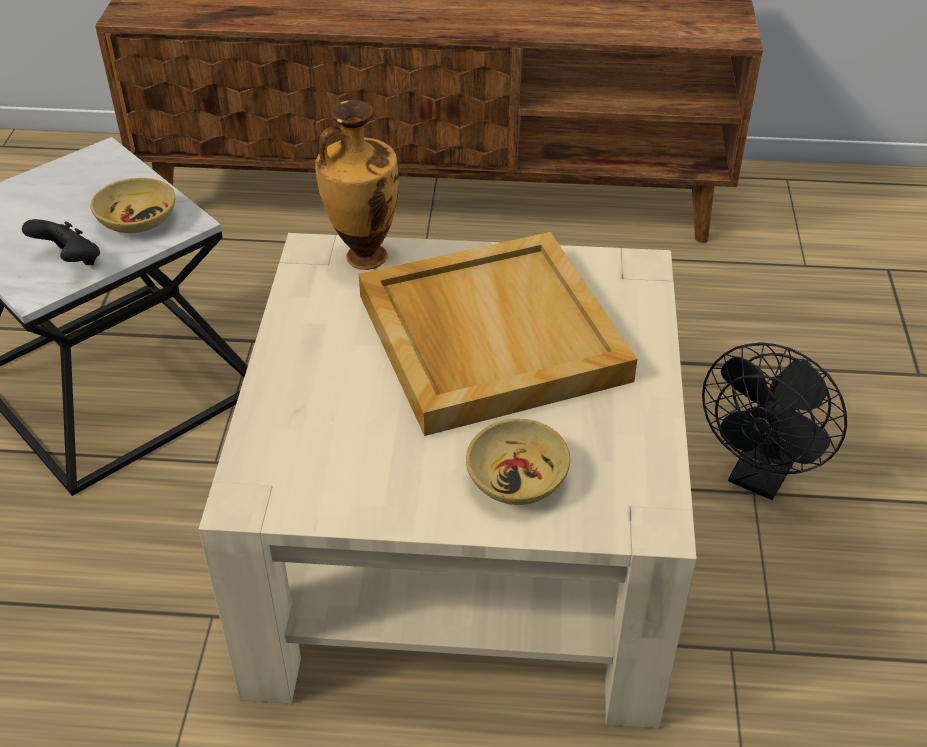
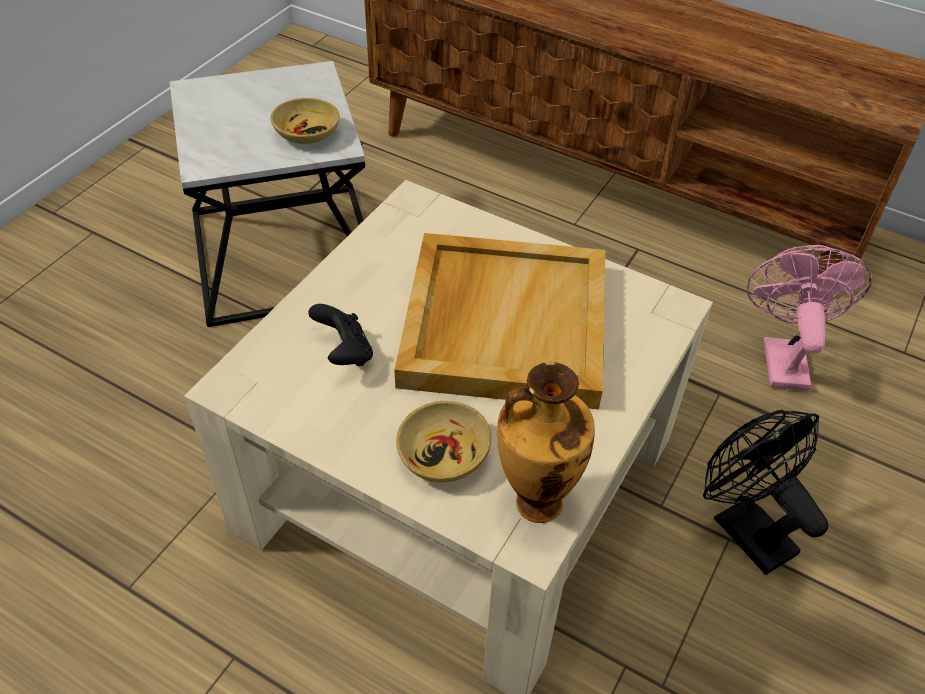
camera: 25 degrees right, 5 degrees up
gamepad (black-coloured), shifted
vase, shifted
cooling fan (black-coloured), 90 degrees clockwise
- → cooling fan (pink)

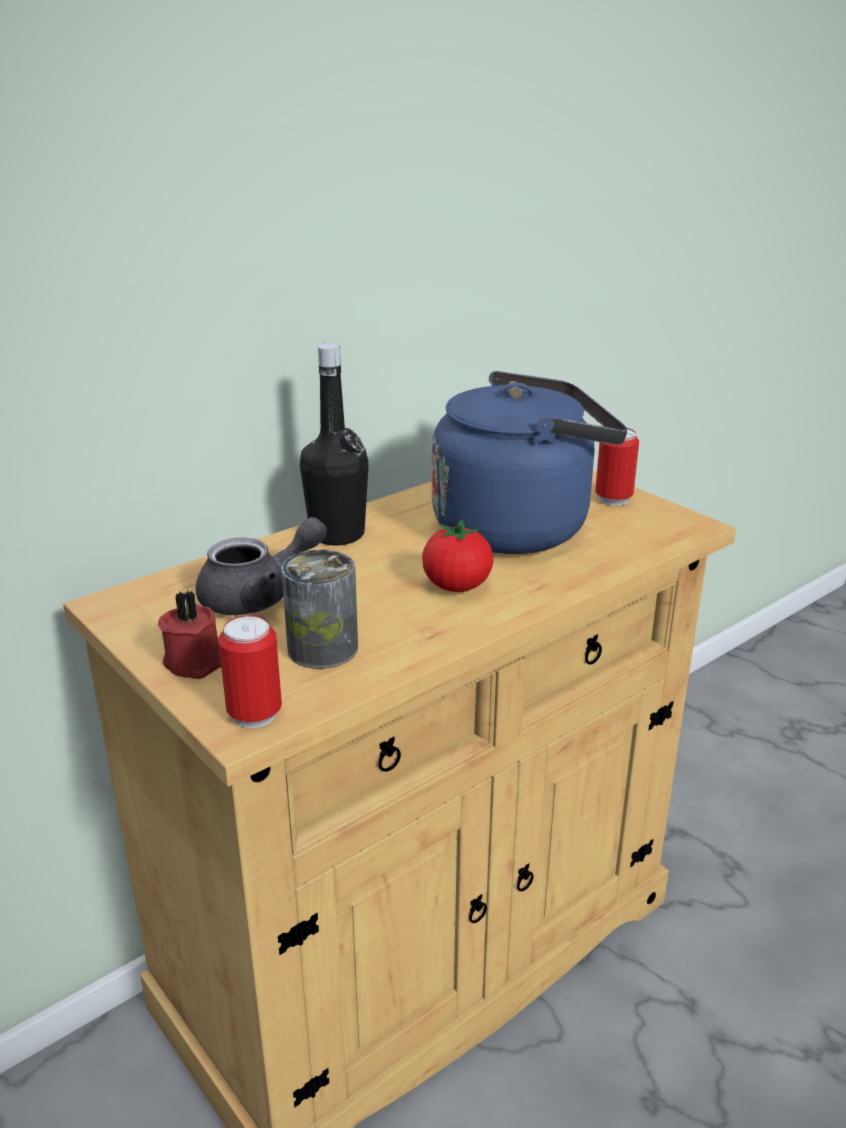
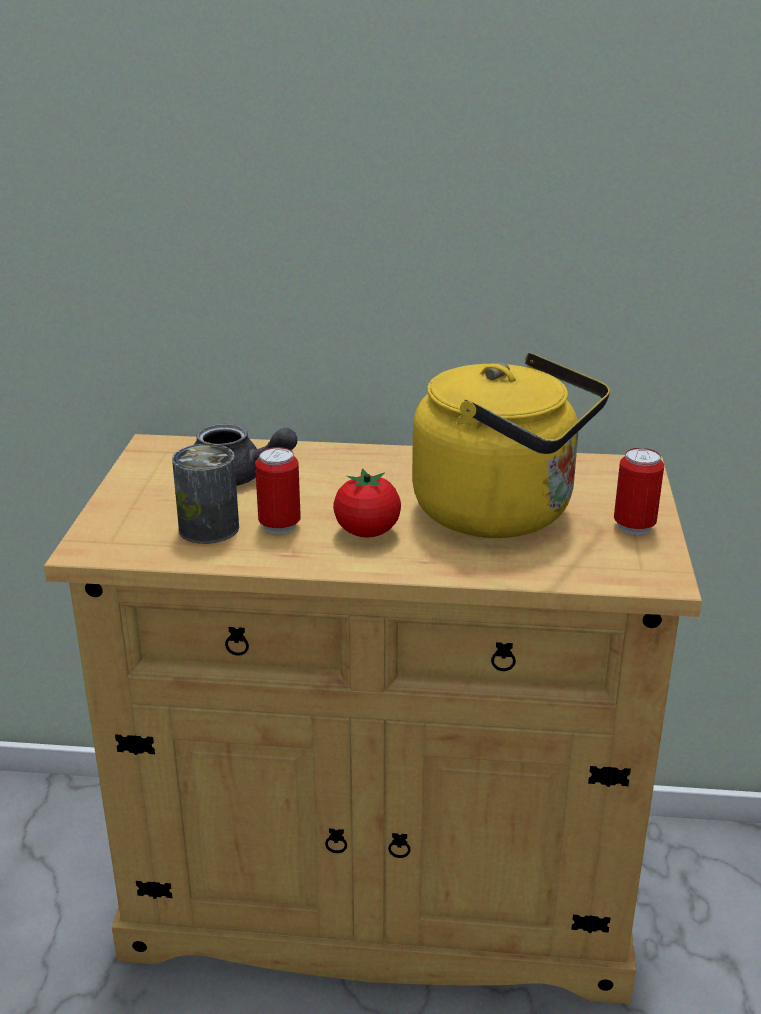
camera: 45 degrees right, 0 degrees up
can (no. 1 from left in the first image) → can (no. 2 from left), shifted
kettle (bluish) → kettle (yellow)
wax light (red) → -
beverage bottle (black-coloured) → -

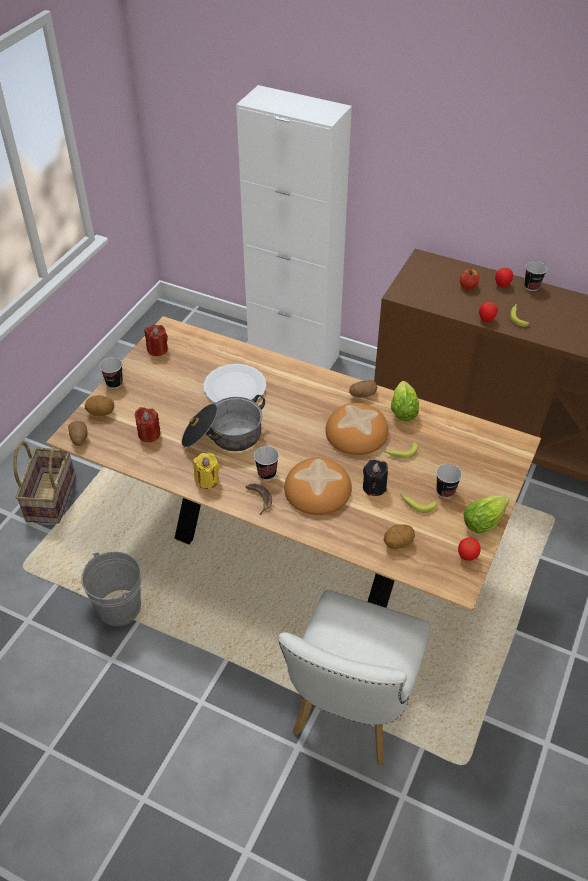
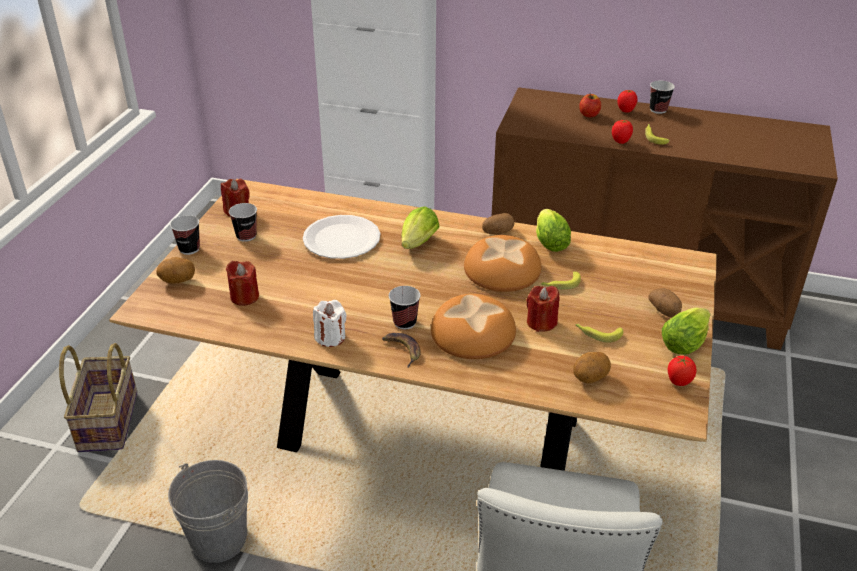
camera: 10 degrees left, 10 degrees down
small cup (no. 3 from left in the first image) → small cup (no. 2 from left), shifted
wax light (yellow) → wax light (white)
- → lettuce head (no. 1 from left)
wax light (black-coloured) → wax light (red) (no. 3 from left)
potato (no. 1 from left in the first image) → potato (no. 4 from left), shifted
saucepot → -

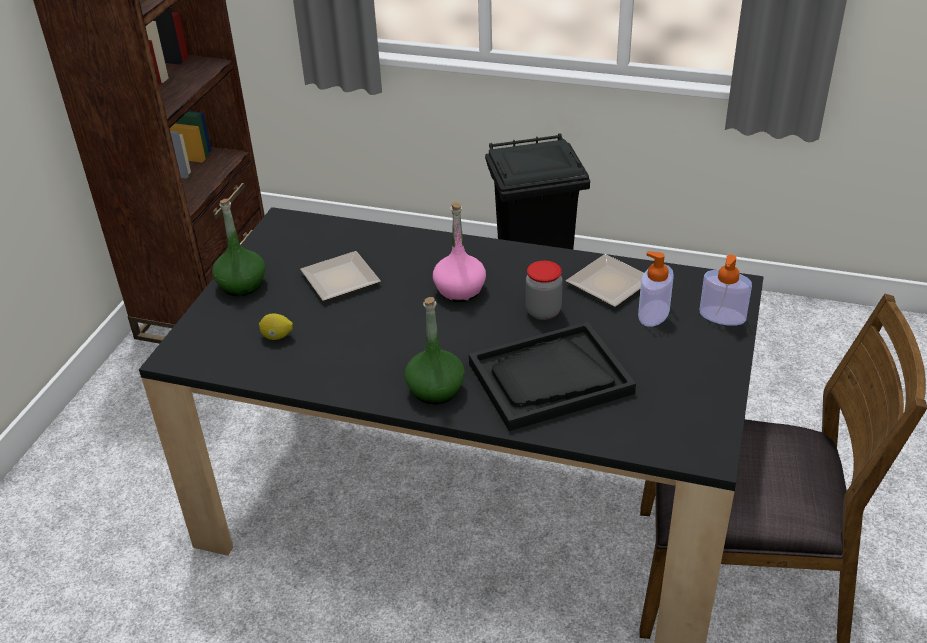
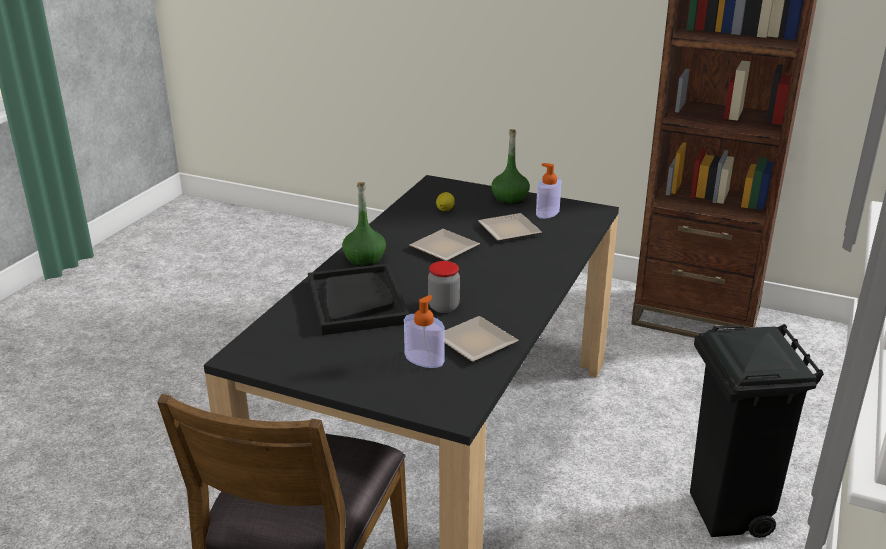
camera: 95 degrees right, 10 degrees down
- → plate (no. 1 from left)
liquid soap bottle (no. 2 from left), shifted
beverage bottle (pink) → -

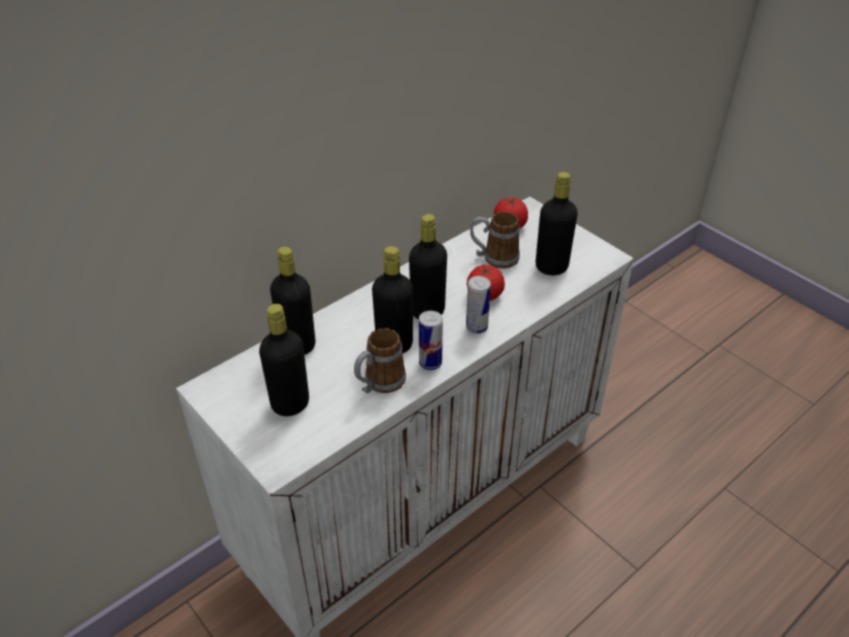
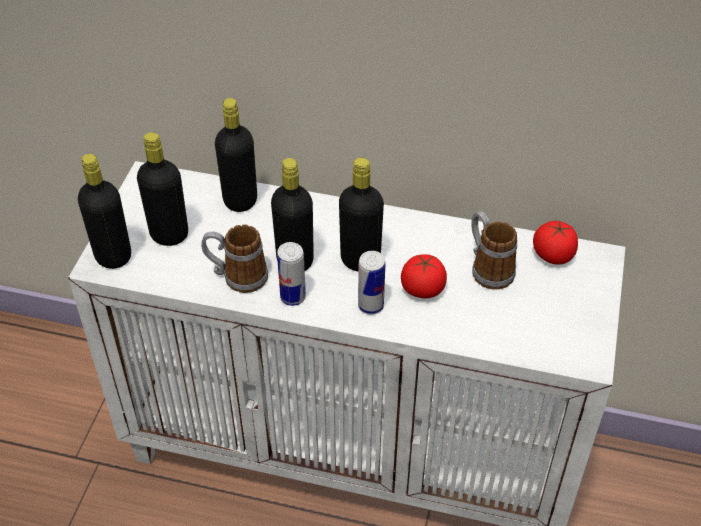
camera: 55 degrees right, 5 degrees up
beverage bottle (black-coloured) (no. 5 from left in the first image) → beverage bottle (black-coloured) (no. 1 from left), shifted

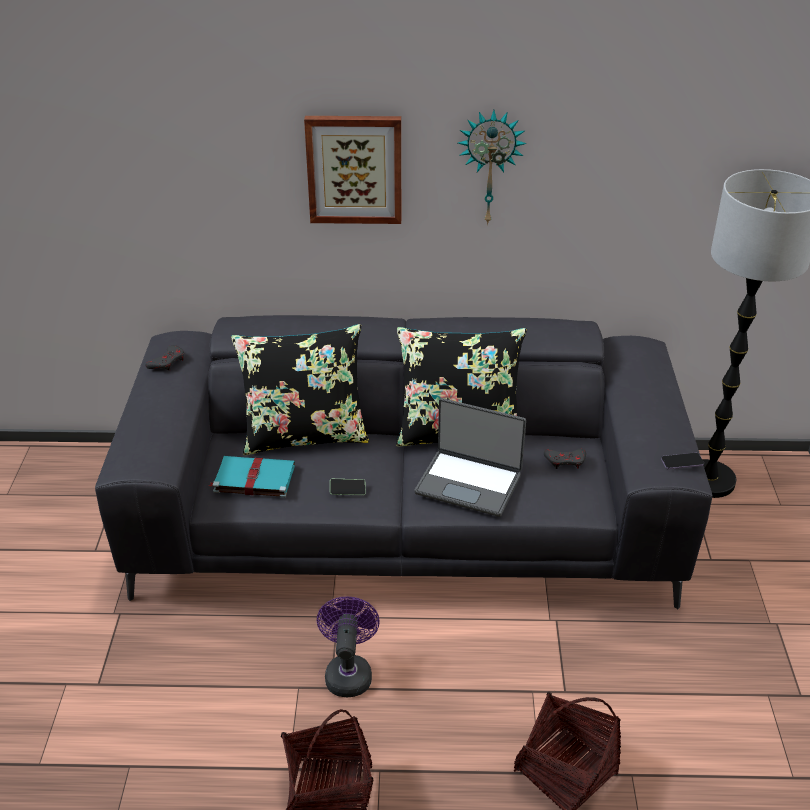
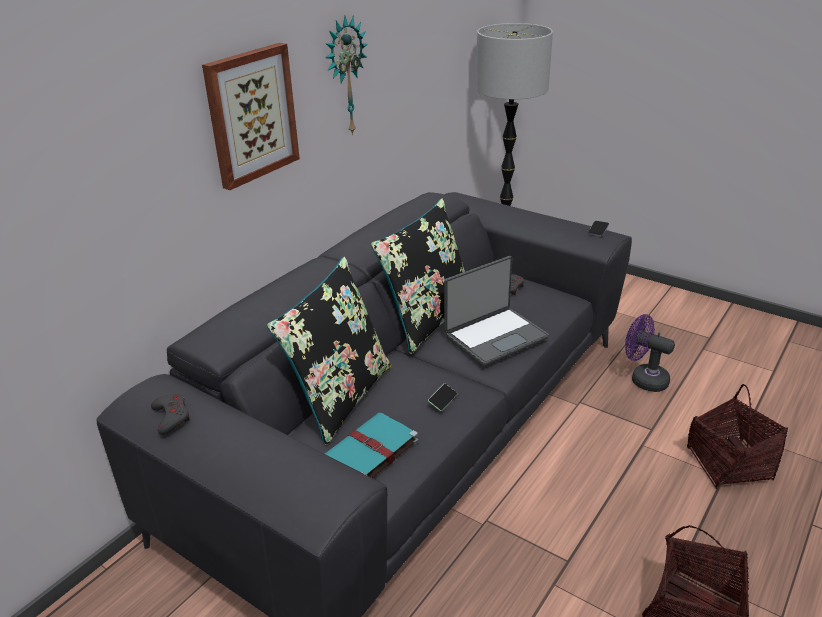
camera: 55 degrees left, 5 degrees down
cooling fan (purple), shifted

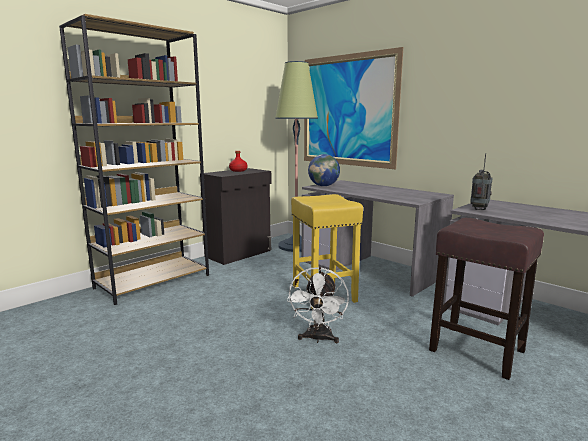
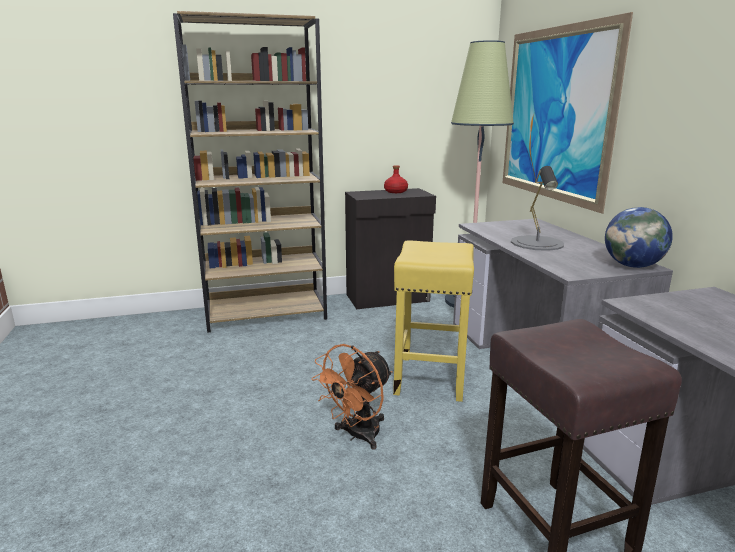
camera: 30 degrees right, 5 degrees up
cooling fan (white) → cooling fan (orange-coloured)
- → table lamp (gray)
world globe, shifted
radio set → -

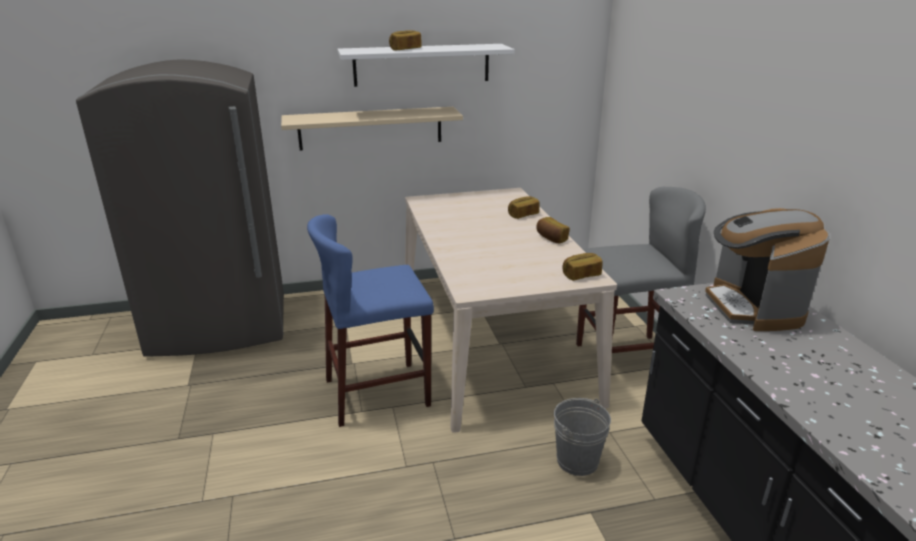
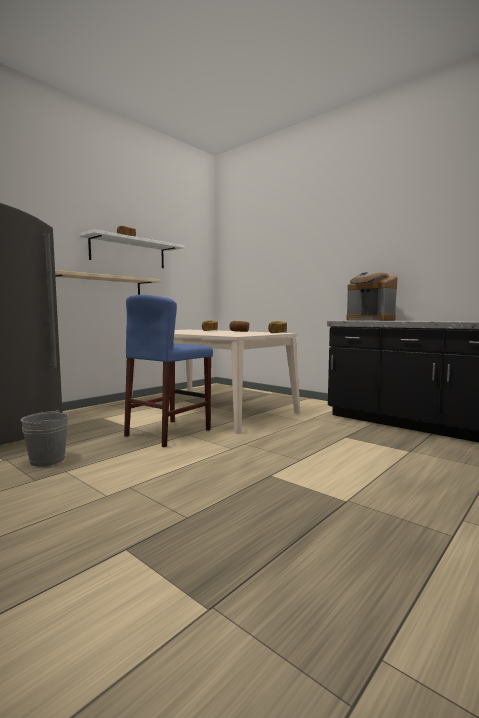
camera: 35 degrees left, 20 degrees down
water bucket (gray), shifted
stool (gray) → -

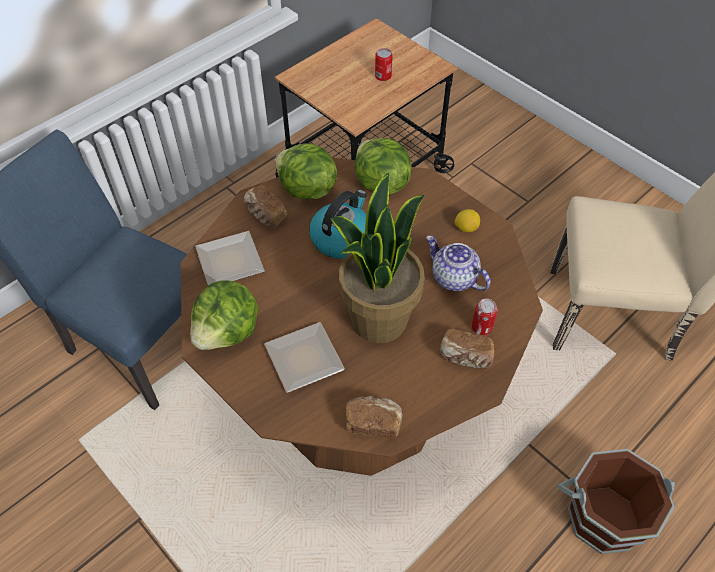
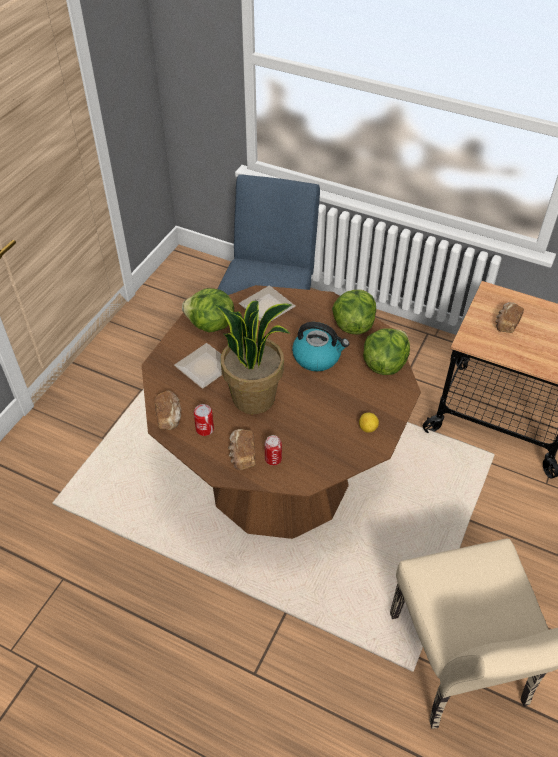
camera: 70 degrees right, 5 degrees down
can (no. 1 from left), shifted
bakery bread (no. 1 from left in the first image) → bakery bread (no. 3 from left), shifted
pot for tea → -
water bucket (brownish) → -

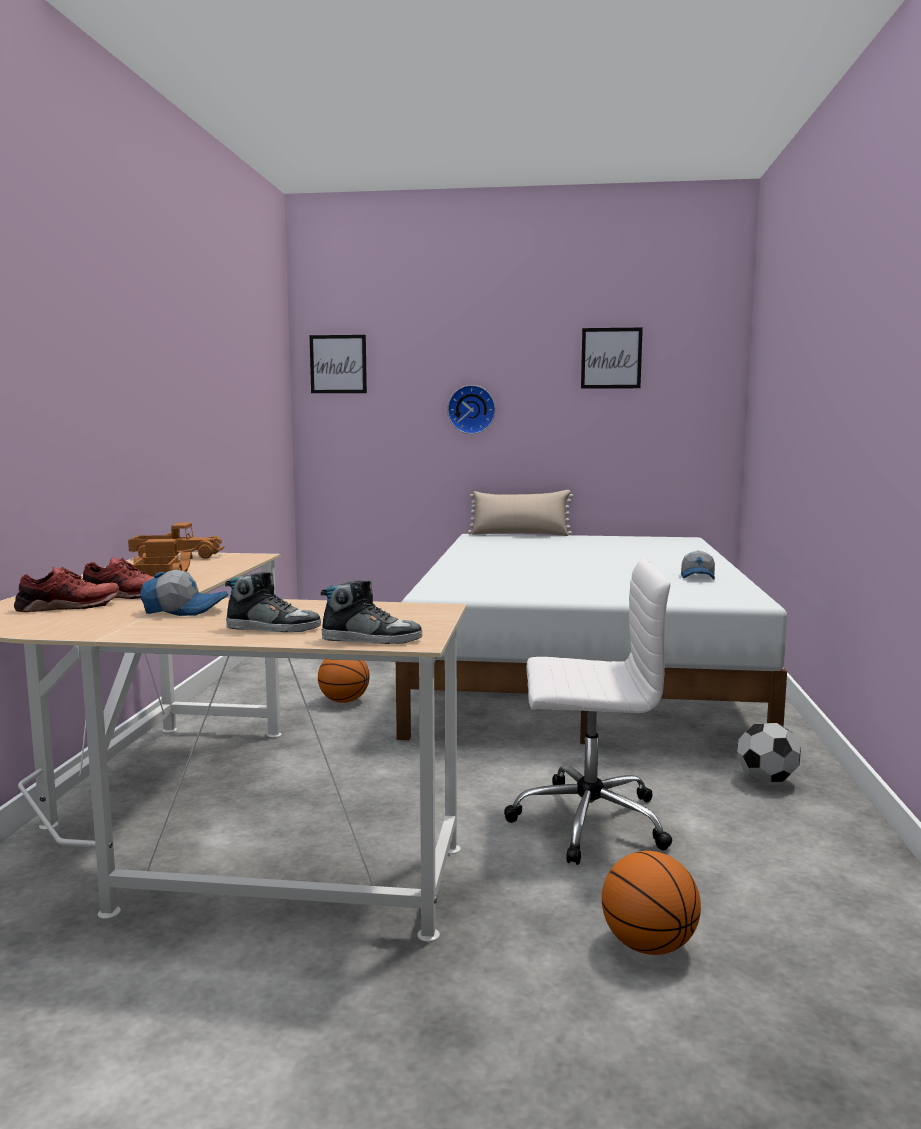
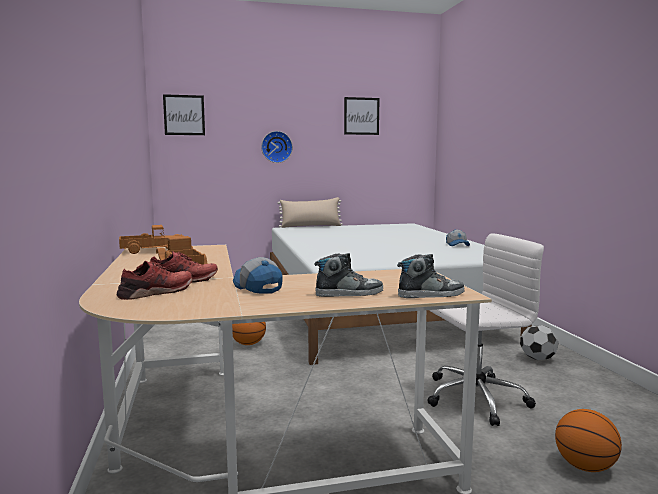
camera: 20 degrees left, 0 degrees up
peaked cap (no. 1 from left), 105 degrees counterclockwise

